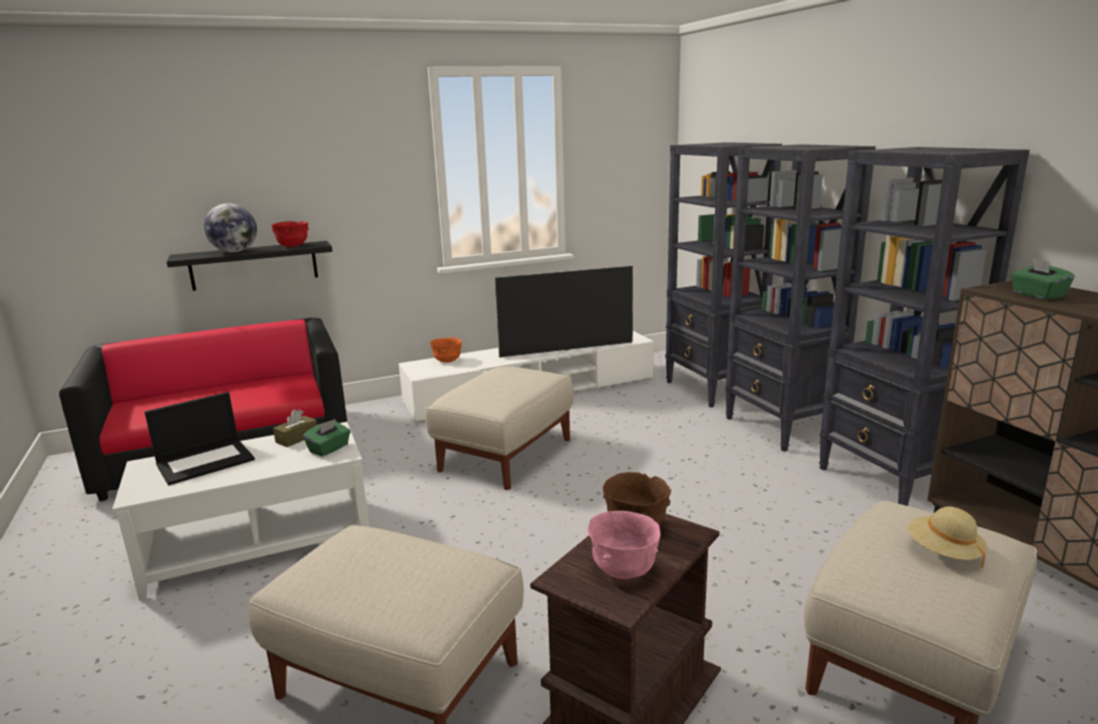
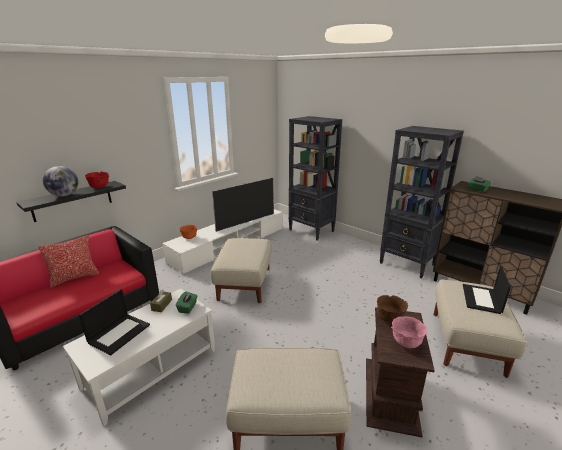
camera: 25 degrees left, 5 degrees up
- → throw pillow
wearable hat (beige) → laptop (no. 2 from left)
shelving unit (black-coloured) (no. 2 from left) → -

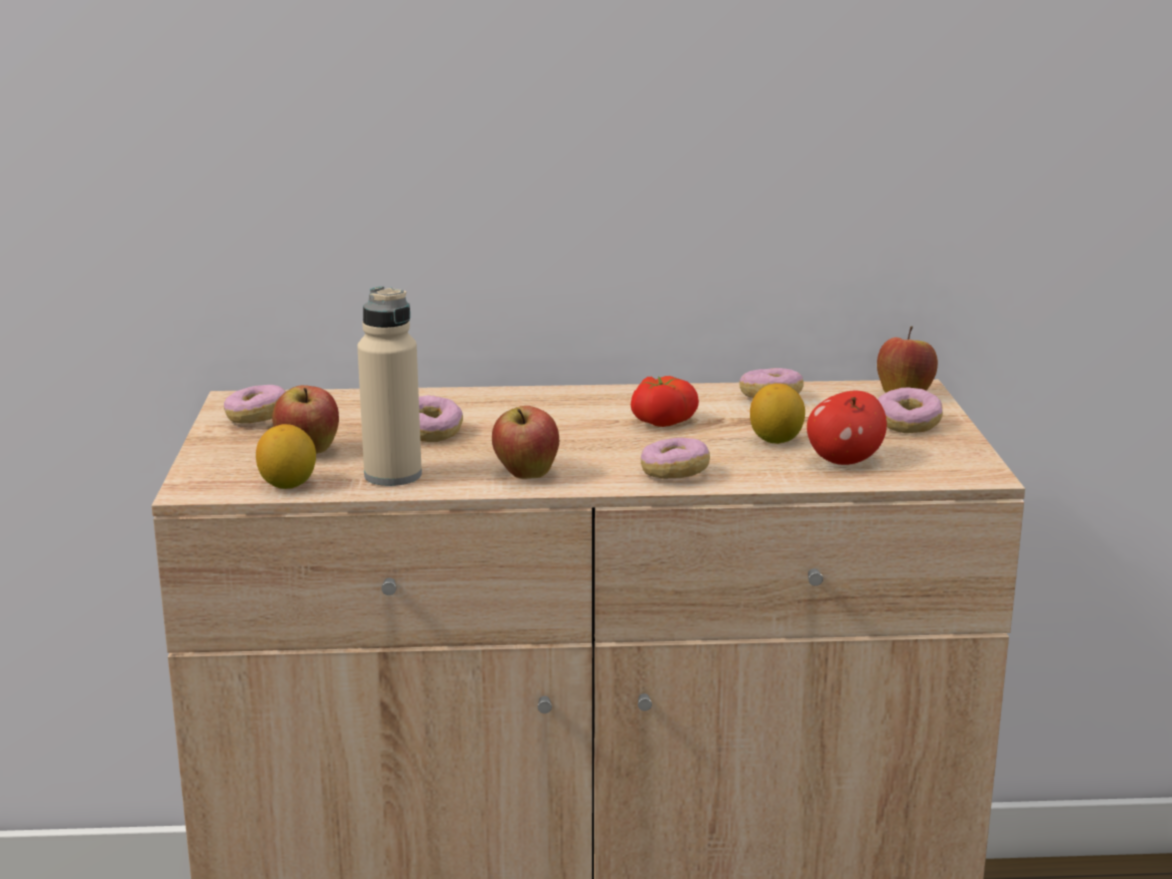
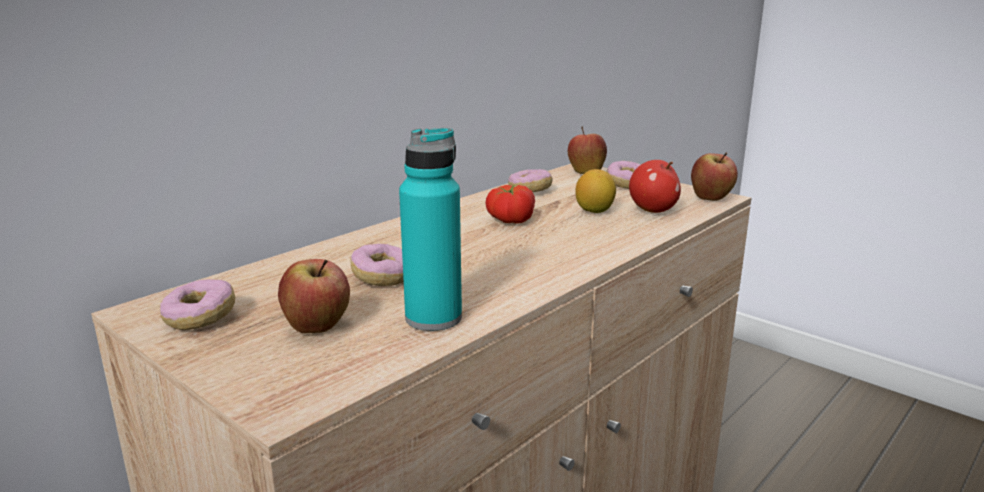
camera: 45 degrees left, 0 degrees up
beverage bottle (beige) → beverage bottle (turquoise-coloured)
apple fruit (no. 2 from left in the first image) → apple fruit (no. 4 from left), shifted
citrus fruit (no. 1 from left) → -
donut (no. 3 from left) → -

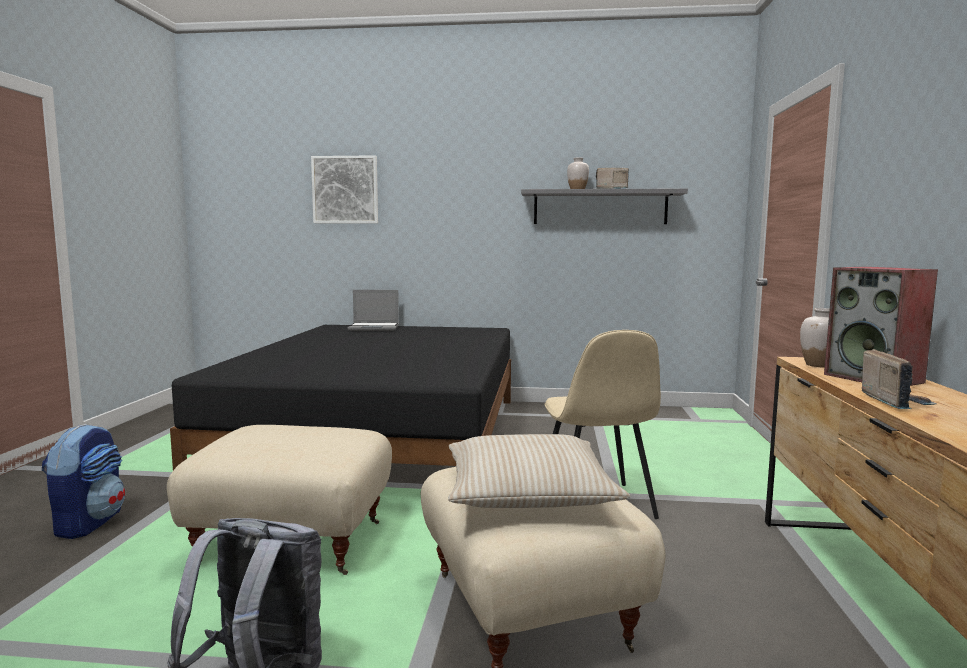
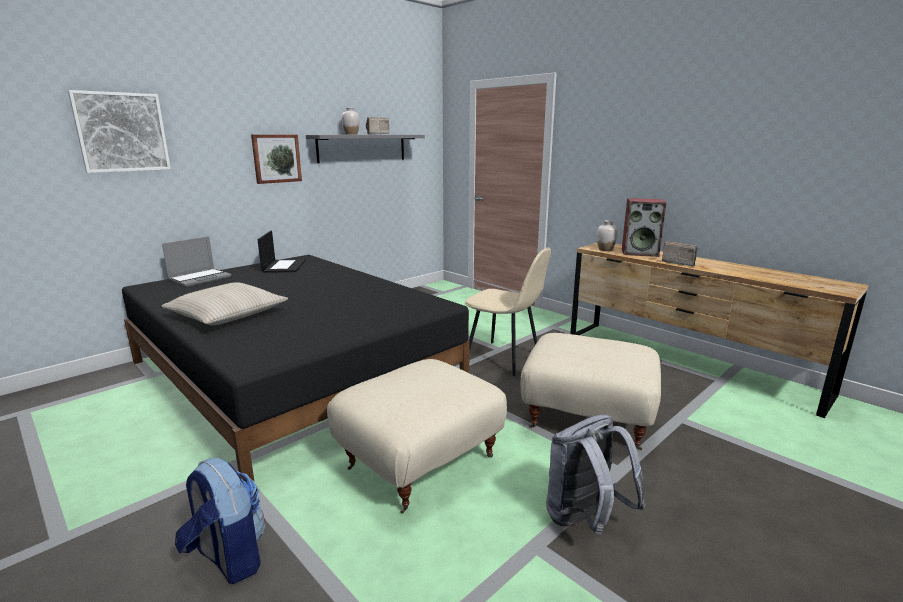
camera: 50 degrees left, 10 degrees up
throw pillow (beige), shifted
- → picture (no. 2 from left)
- → laptop (no. 2 from left)

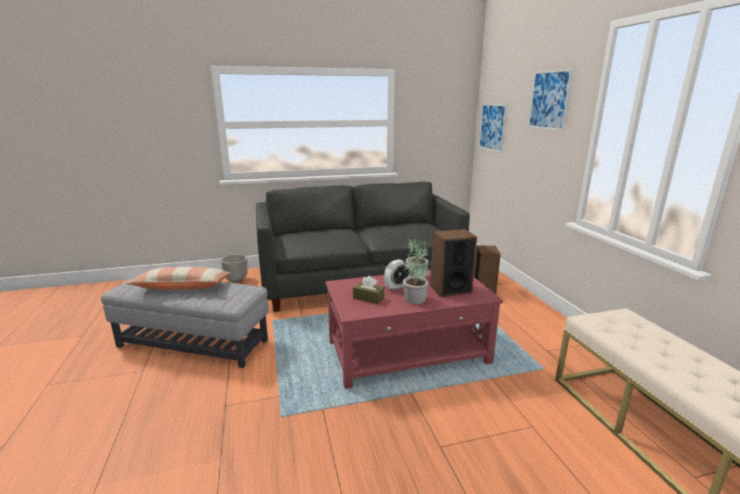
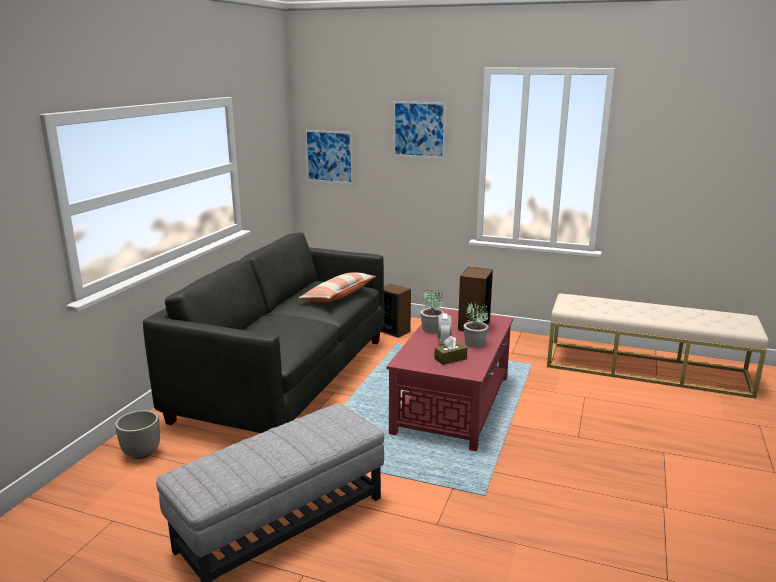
camera: 55 degrees left, 0 degrees up
throw pillow, shifted

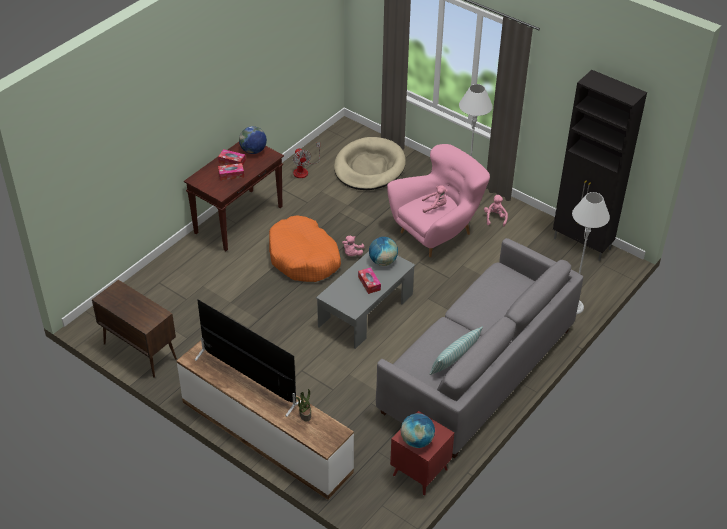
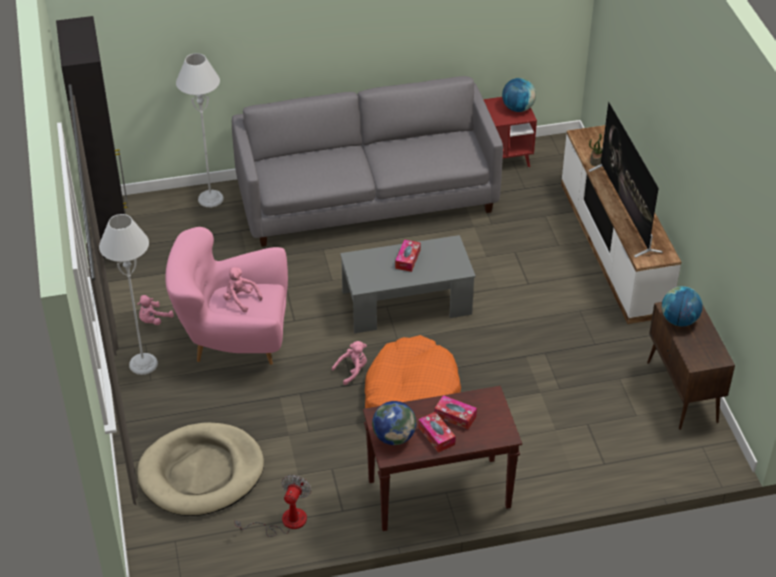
camera: 140 degrees left, 0 degrees up
world globe (no. 2 from left in the first image) → world globe (no. 3 from left), shifted
throw pillow → -

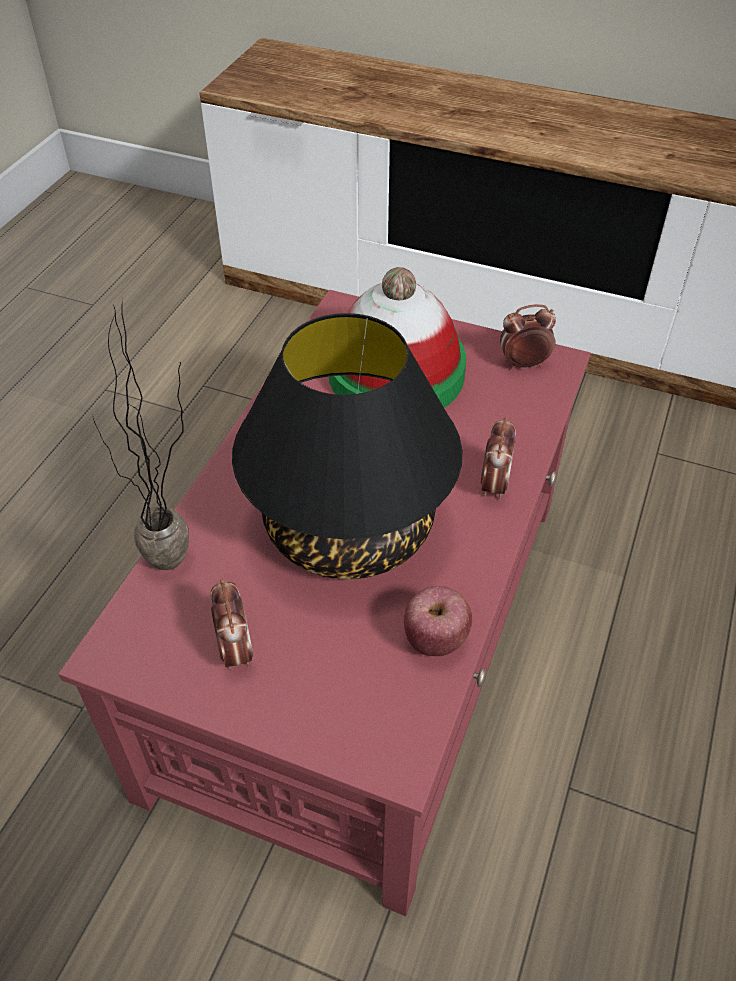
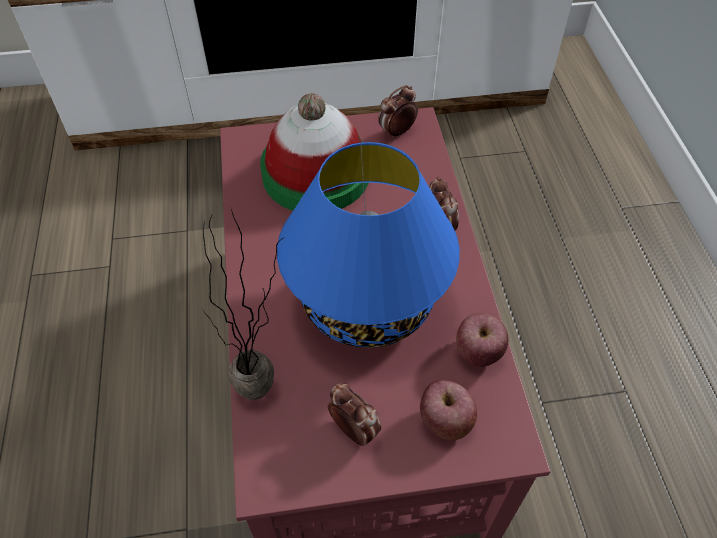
camera: 30 degrees left, 5 degrees up
table lamp (black-coloured) → table lamp (bluish)
- → apple fruit (no. 1 from left)

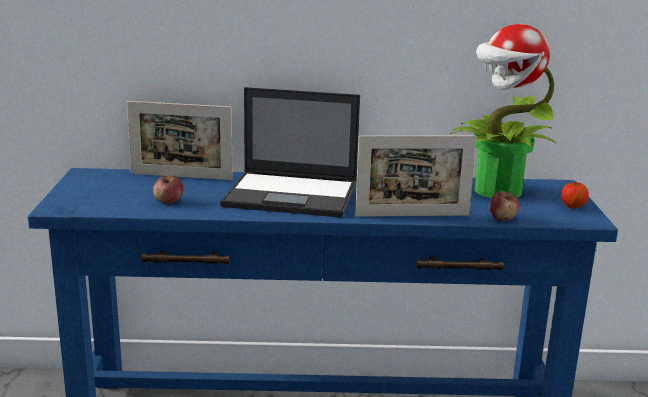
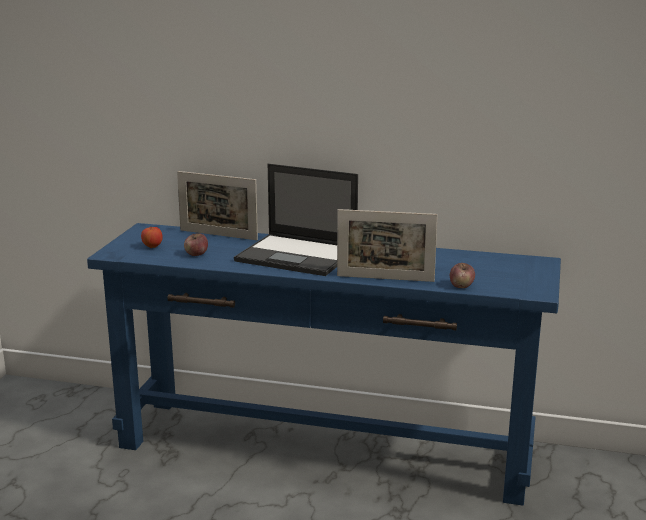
camera: 15 degrees right, 0 degrees up
apple fruit (no. 3 from left in the first image) → apple fruit (no. 1 from left), shifted
potted plant → -

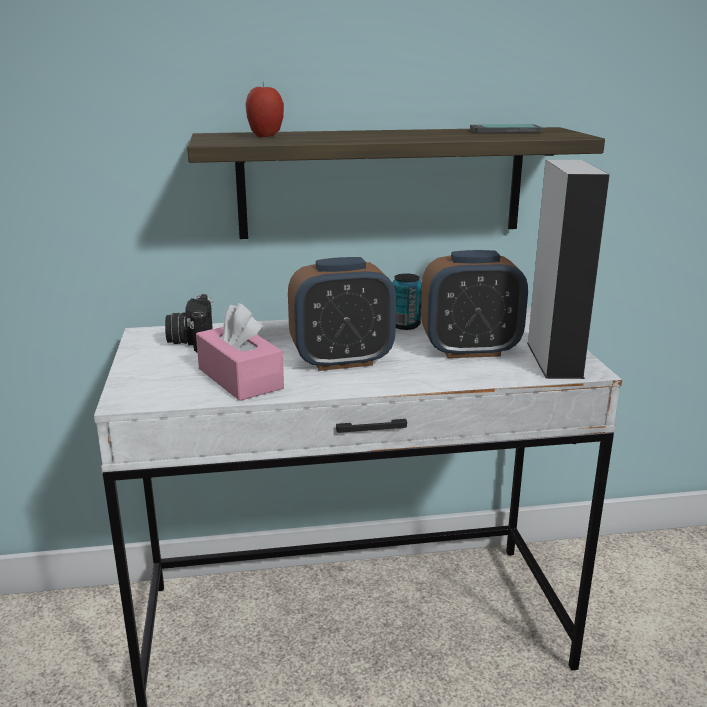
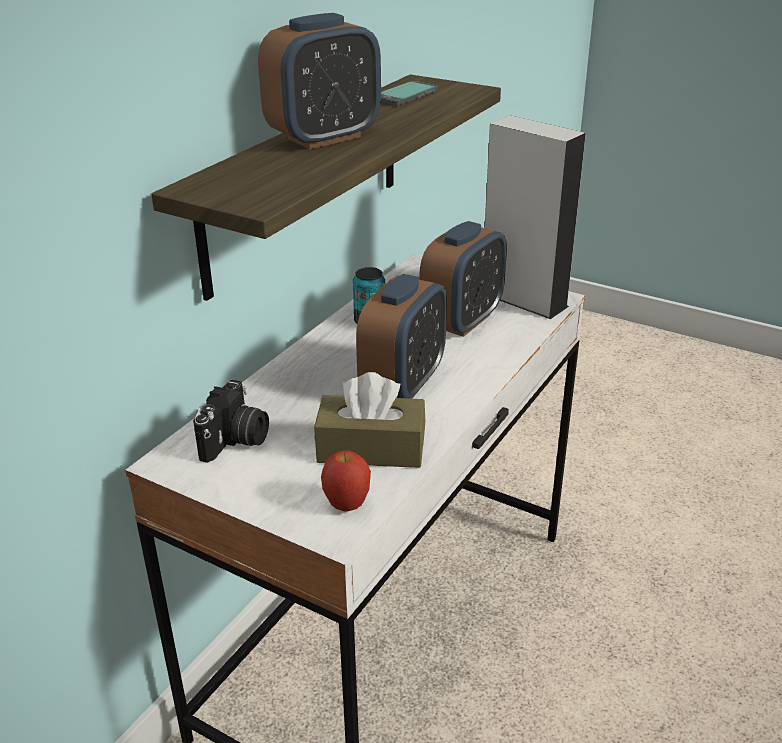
camera: 50 degrees left, 10 degrees up
still camera, 105 degrees counterclockwise
- → bedside clock (no. 1 from left)
tissue holder (pink) → tissue holder (brownish)
apple fruit, shifted

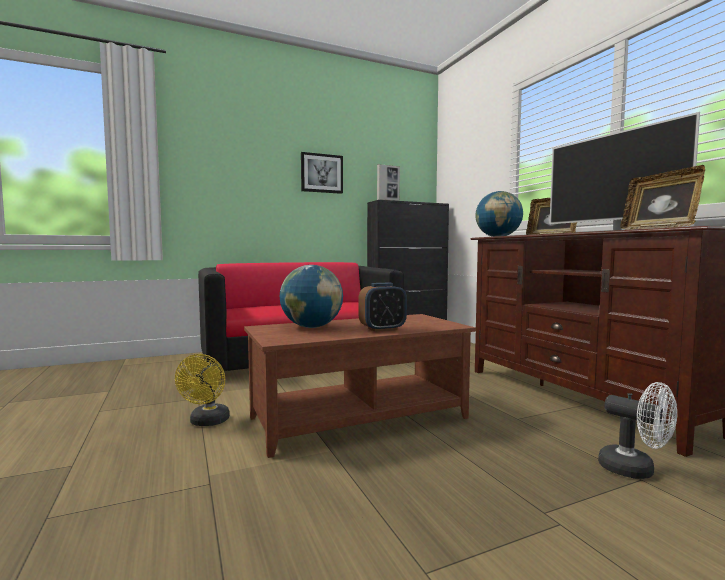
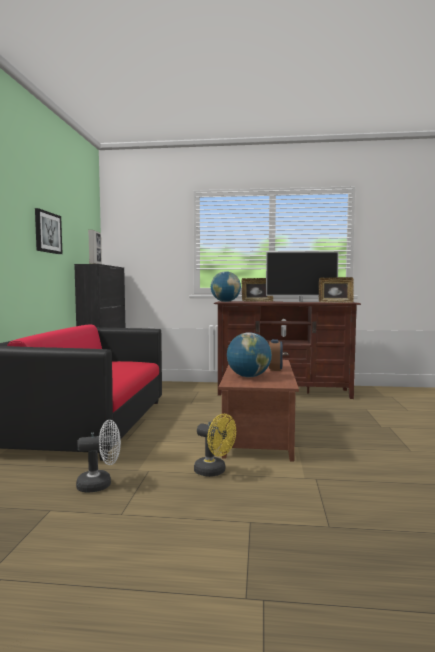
camera: 60 degrees left, 0 degrees up
cooling fan (white), shifted

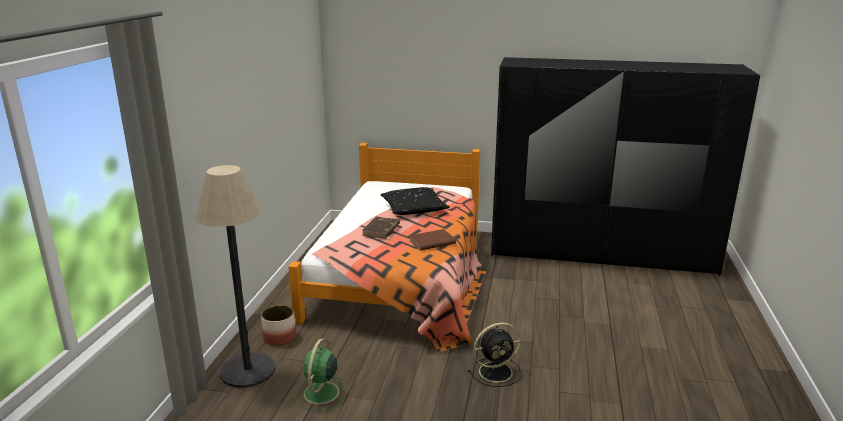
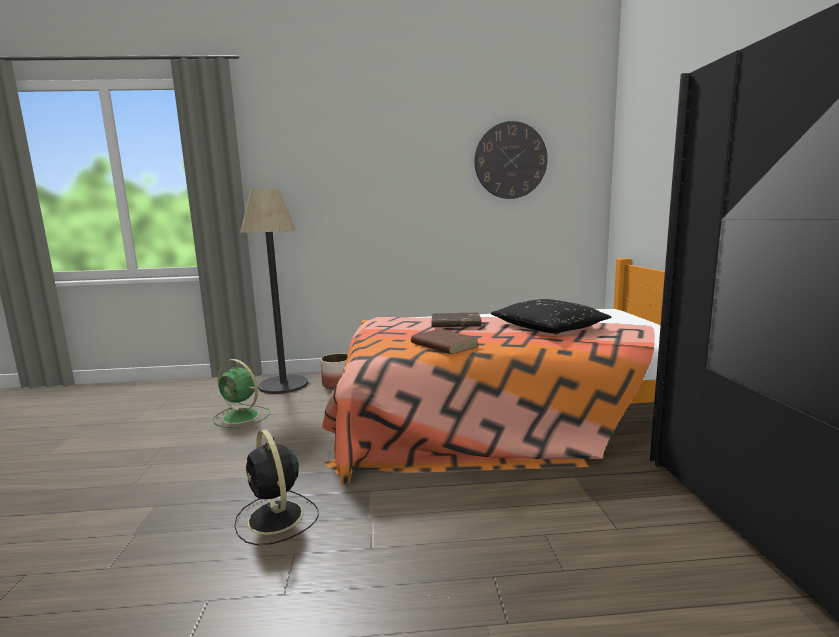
camera: 75 degrees right, 10 degrees down
cooling fan (green), 150 degrees counterclockwise
- → clock on the wall

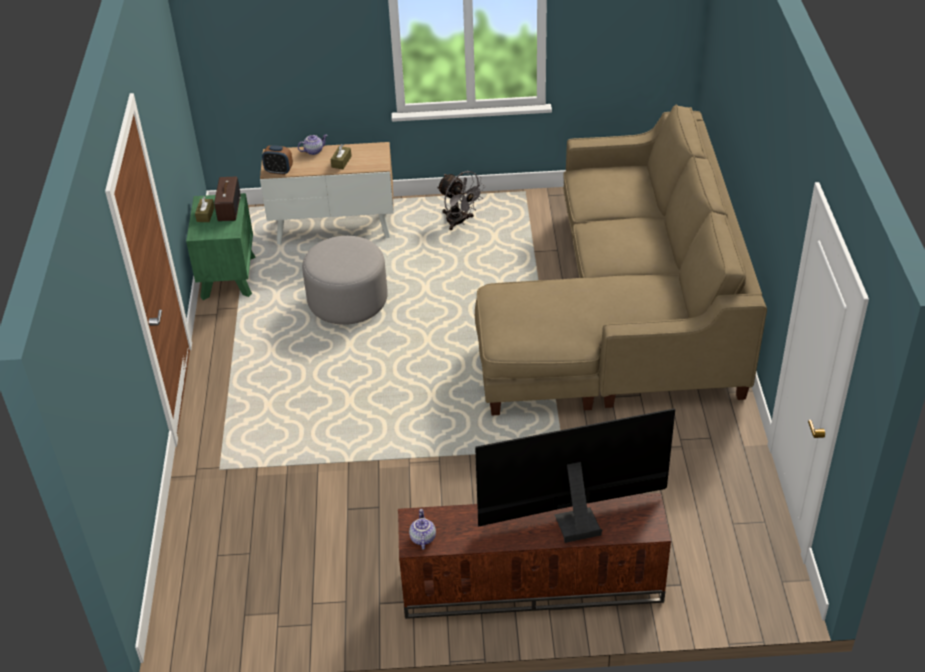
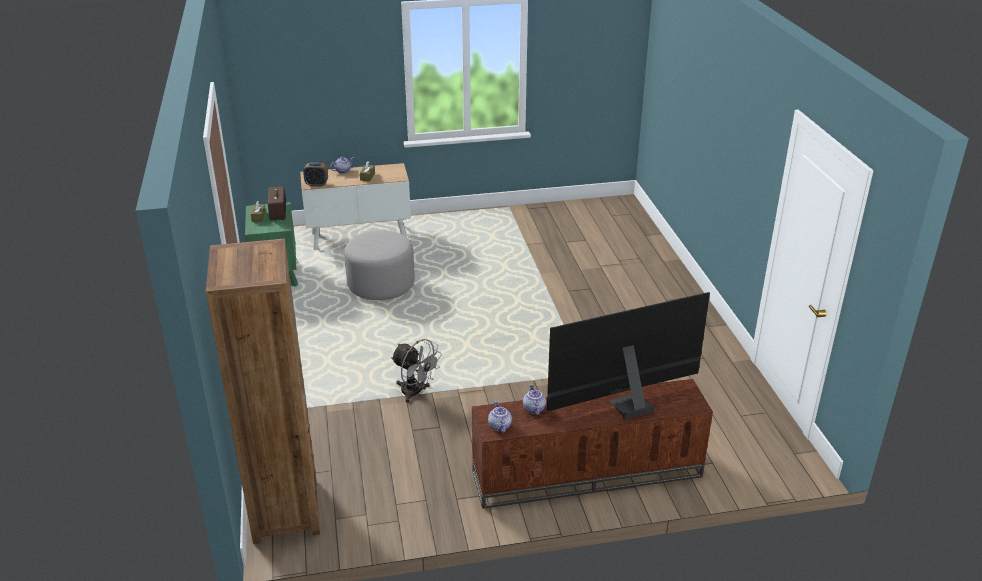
camera: 10 degrees left, 10 degrees down
- → shelving unit (brownish)
cooling fan (gray), shifted
- → pot for tea (no. 3 from left)
settee (beige) → -

